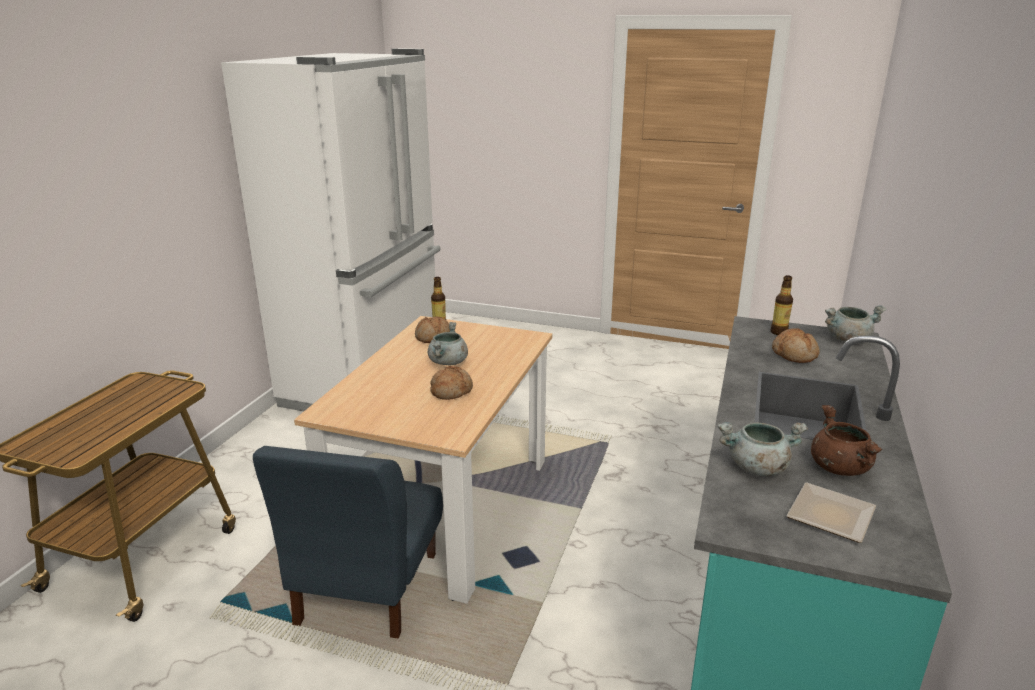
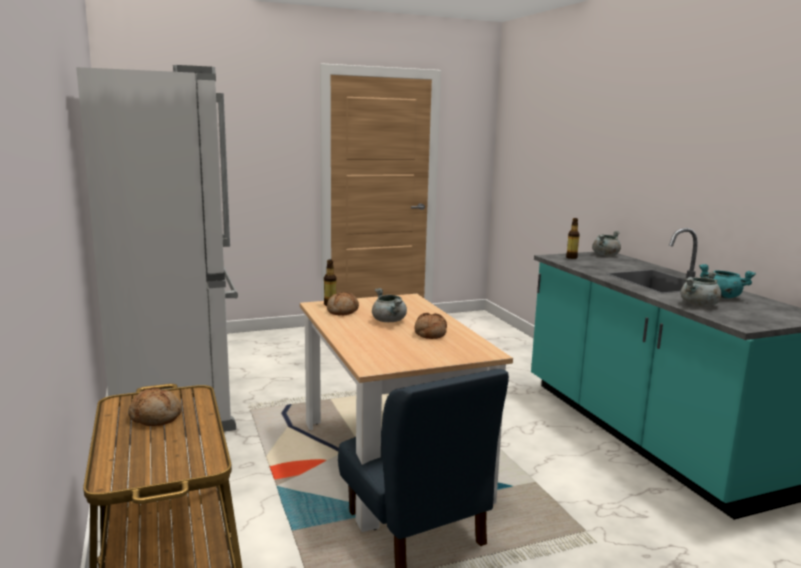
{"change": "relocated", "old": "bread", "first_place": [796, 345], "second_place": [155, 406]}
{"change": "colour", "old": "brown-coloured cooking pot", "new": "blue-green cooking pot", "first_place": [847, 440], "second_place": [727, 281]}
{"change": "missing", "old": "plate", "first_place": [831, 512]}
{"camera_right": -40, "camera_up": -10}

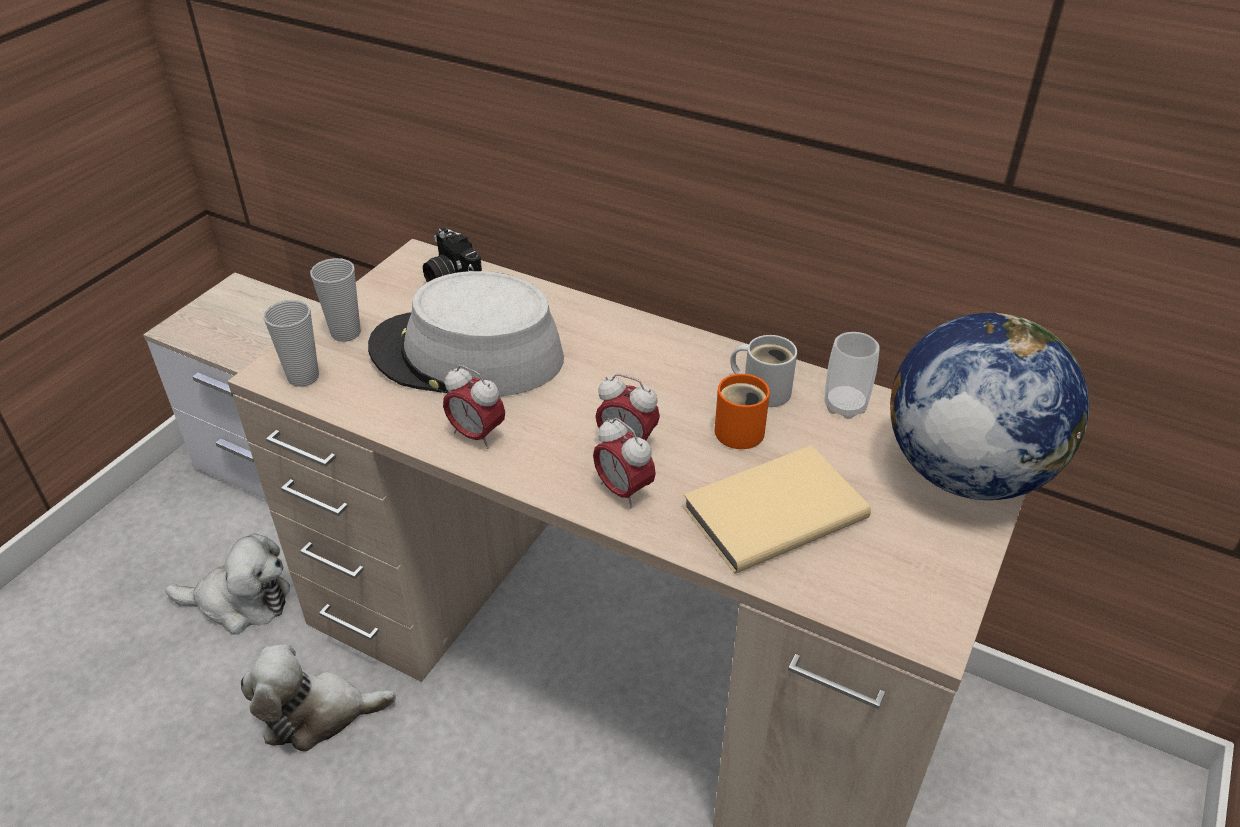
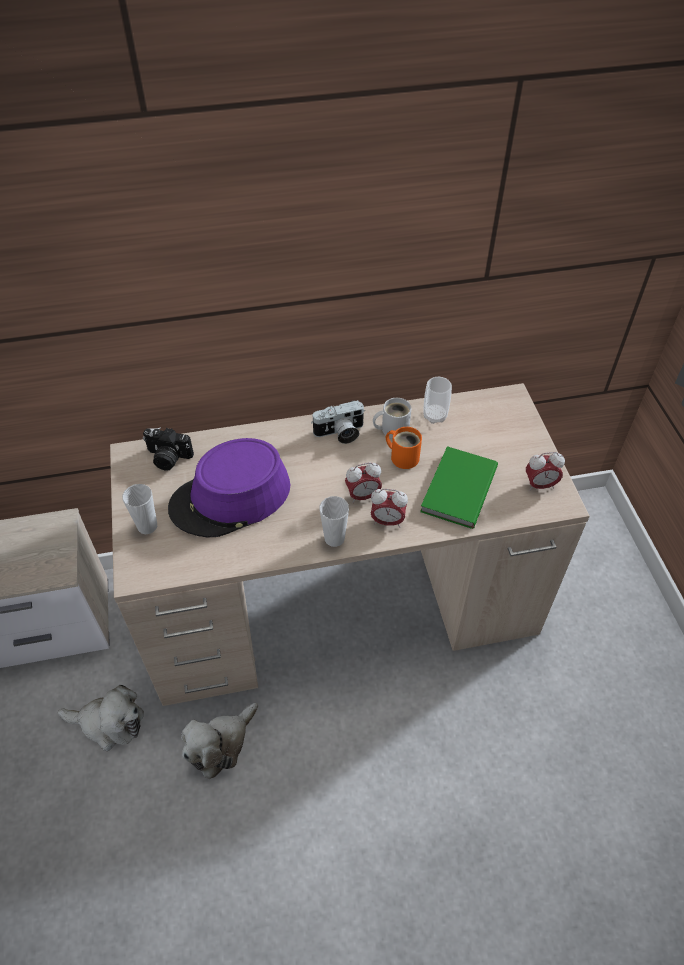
{"change": "colour", "old": "greyish clothing hat", "new": "purple clothing hat", "first_place": [466, 334], "second_place": [229, 488]}
{"change": "relocated", "old": "drinking cup", "first_place": [291, 343], "second_place": [334, 521]}
{"change": "missing", "old": "world globe", "first_place": [989, 406]}
{"change": "relocated", "old": "table clock", "first_place": [474, 407], "second_place": [545, 471]}
{"change": "colour", "old": "beige-coloured book", "new": "greenish book", "first_place": [777, 509], "second_place": [459, 487]}
{"change": "spun", "old": "plush toy", "first_place": [227, 584], "second_place": [101, 718], "degrees": 45}
{"change": "appeared", "new": "still camera", "second_place": [337, 422]}
{"camera_right": -40, "camera_up": 10}

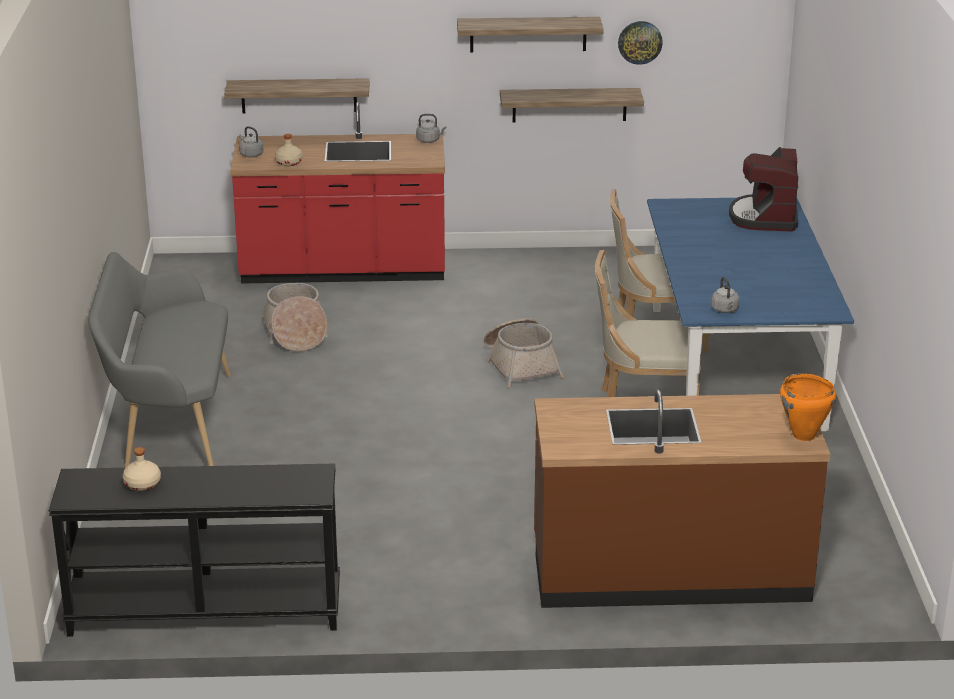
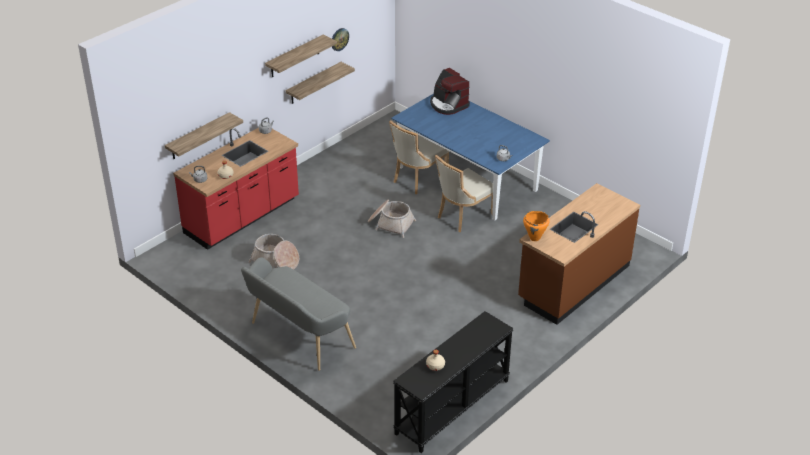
{"change": "relocated", "old": "orange cooking pot", "first_place": [808, 407], "second_place": [536, 226]}
{"camera_right": -45, "camera_up": 10}

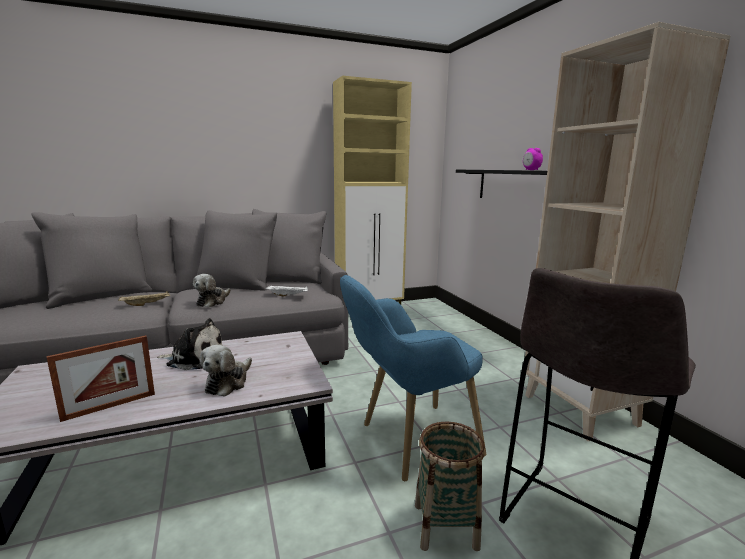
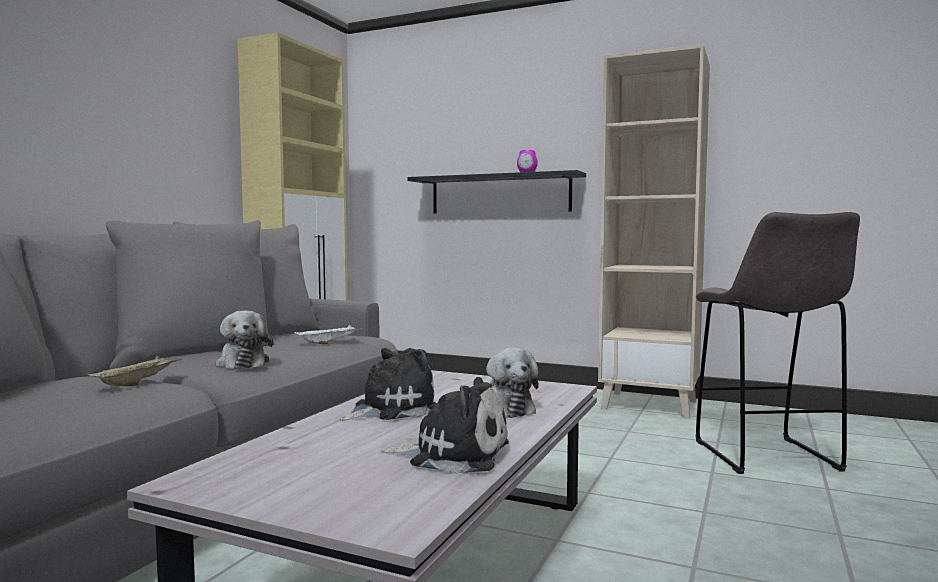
{"change": "missing", "old": "blue-coloured lounge chair", "first_place": [413, 378]}
{"change": "exchanged", "old": "photo frame", "new": "plush toy", "first_place": [101, 378], "second_place": [445, 425]}
{"change": "missing", "old": "storage basket", "first_place": [450, 486]}
{"camera_right": -45, "camera_up": -10}

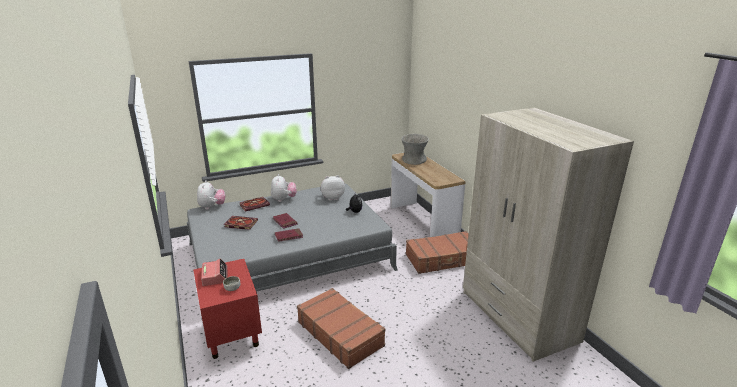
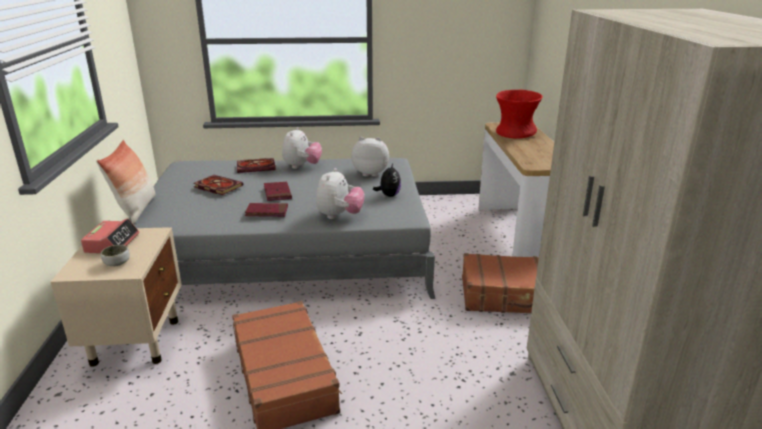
{"change": "colour", "old": "greyish flower vase", "new": "red flower vase", "first_place": [415, 149], "second_place": [519, 114]}
{"change": "relocated", "old": "plush toy", "first_place": [211, 195], "second_place": [340, 193]}
{"change": "colour", "old": "red nightstand", "new": "beige-coloured nightstand", "first_place": [227, 309], "second_place": [116, 297]}
{"change": "appeared", "new": "throw pillow", "second_place": [126, 182]}
{"camera_right": 20, "camera_up": 0}

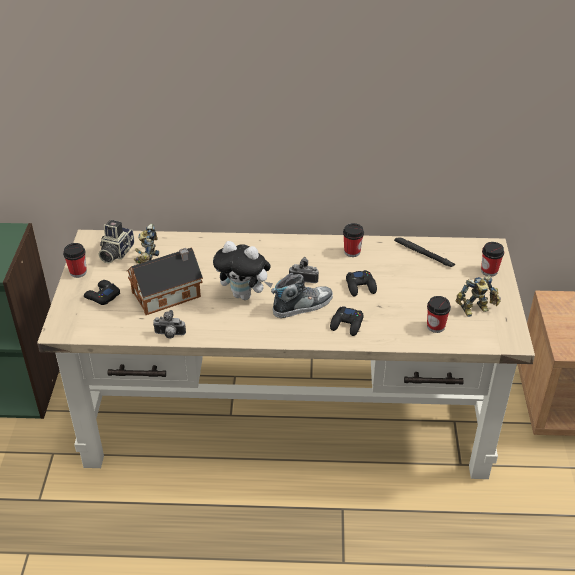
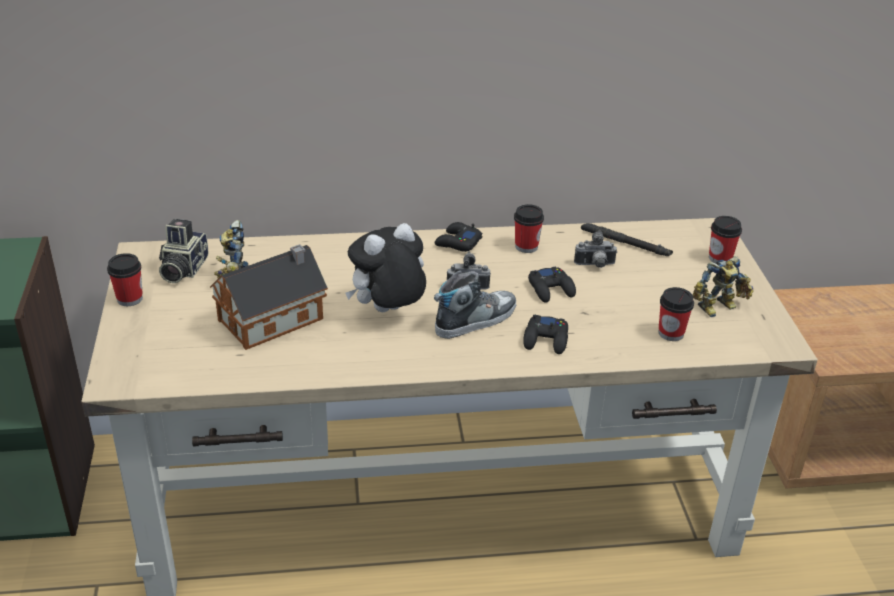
{"change": "spun", "old": "plush toy", "first_place": [243, 270], "second_place": [385, 267], "degrees": 135}
{"change": "relocated", "old": "black joypad", "first_place": [102, 292], "second_place": [458, 237]}
{"change": "relocated", "old": "still camera", "first_place": [169, 324], "second_place": [595, 249]}
{"camera_right": -10, "camera_up": -5}

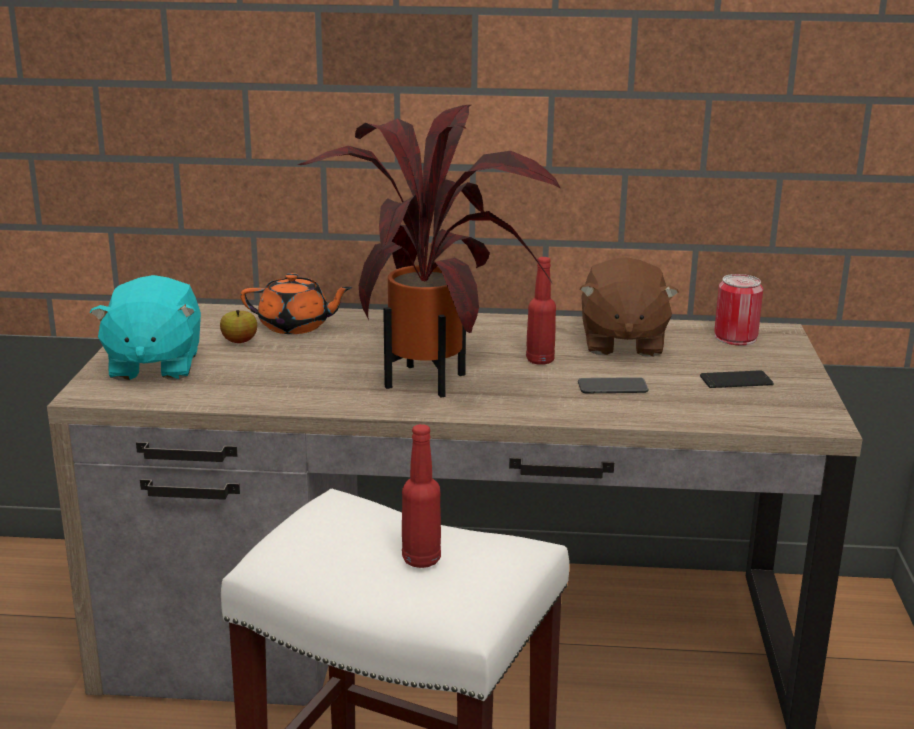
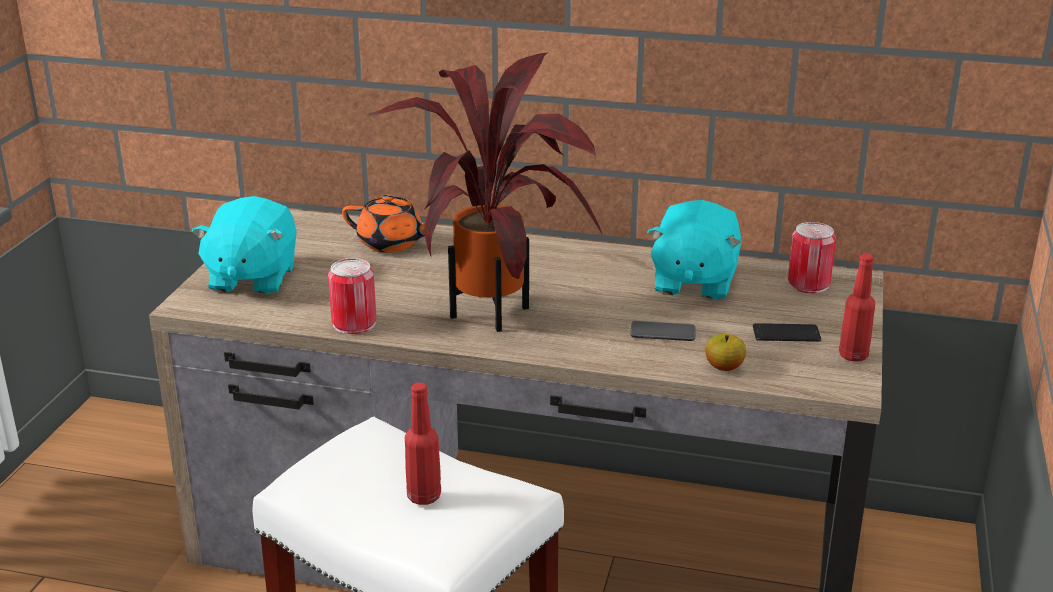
{"change": "relocated", "old": "red drink bottle", "first_place": [541, 311], "second_place": [857, 308]}
{"change": "colour", "old": "brown-coloured plush toy", "new": "blue-green plush toy", "first_place": [629, 307], "second_place": [694, 250]}
{"change": "relocated", "old": "whole apple", "first_place": [238, 326], "second_place": [726, 352]}
{"change": "appeared", "new": "can", "second_place": [352, 296]}
{"camera_right": 10, "camera_up": 5}

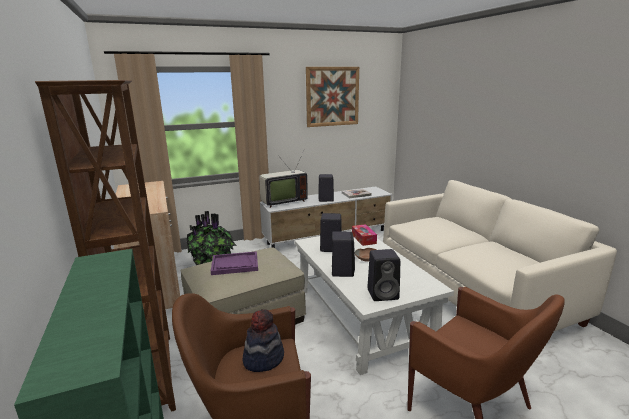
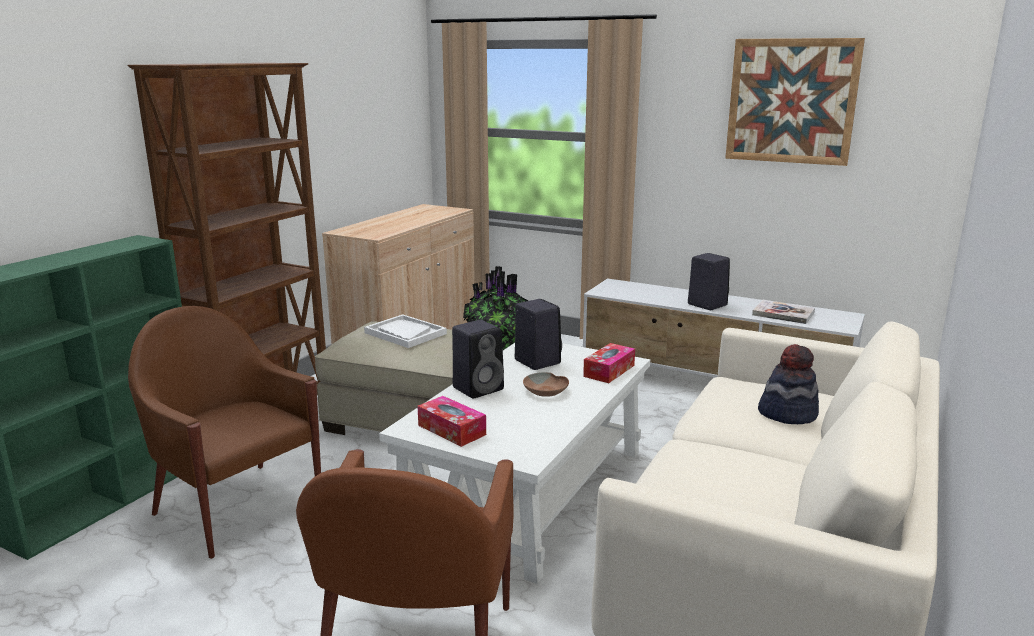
{"change": "missing", "old": "television", "first_place": [283, 180]}
{"change": "exchanged", "old": "black speaker", "new": "box of tissues", "first_place": [383, 275], "second_place": [451, 421]}
{"change": "colour", "old": "purple carrying tray", "new": "white-coloured carrying tray", "first_place": [234, 263], "second_place": [405, 331]}
{"change": "relocated", "old": "clothing hat", "first_place": [263, 340], "second_place": [788, 384]}
{"camera_right": 50, "camera_up": 0}

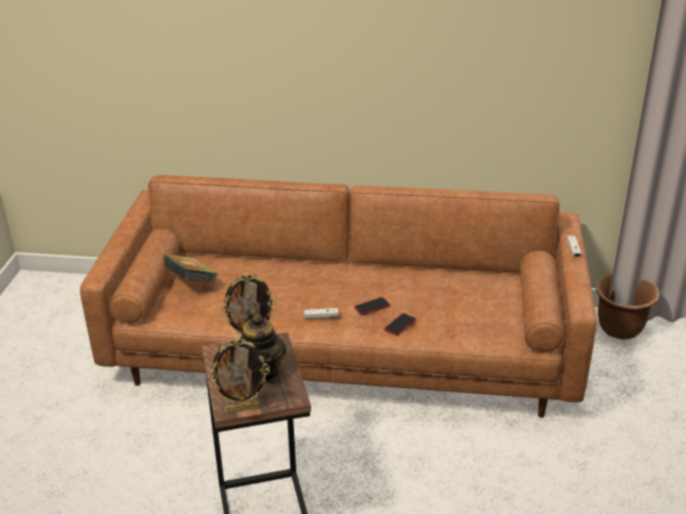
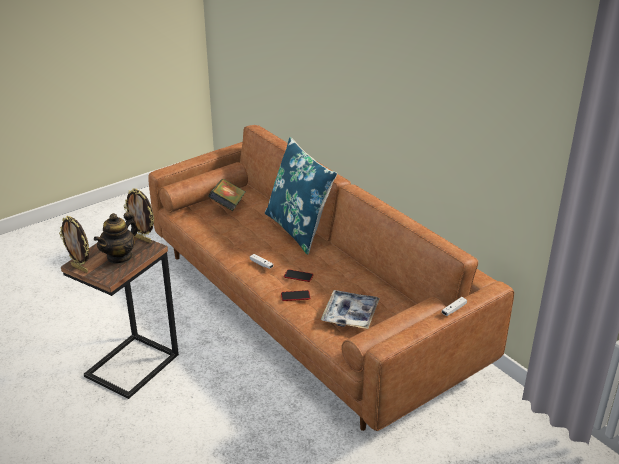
{"change": "missing", "old": "brown-coloured planter", "first_place": [628, 306]}
{"change": "appeared", "new": "blue-coloured throw pillow", "second_place": [301, 196]}
{"change": "appeared", "new": "carrying tray", "second_place": [350, 309]}
{"camera_right": 45, "camera_up": 0}

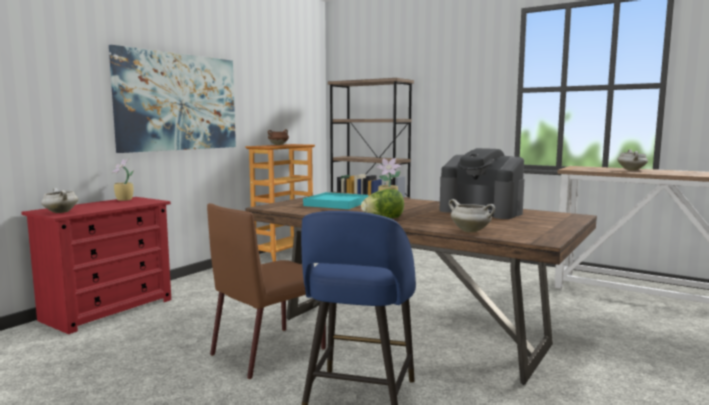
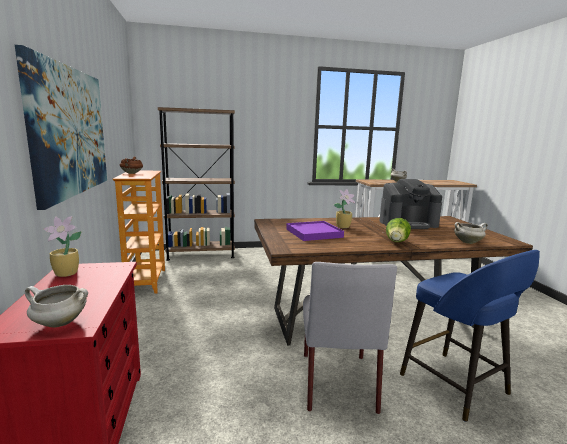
{"change": "colour", "old": "blue-green carrying tray", "new": "purple carrying tray", "first_place": [335, 200], "second_place": [315, 231]}
{"change": "colour", "old": "brown-coloured upright chair", "new": "greyish upright chair", "first_place": [266, 291], "second_place": [350, 338]}
{"camera_right": -45, "camera_up": 5}

